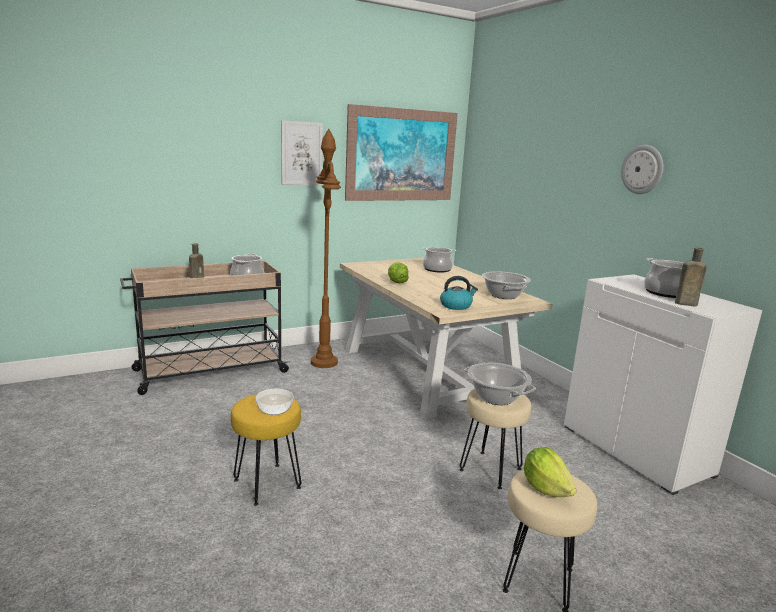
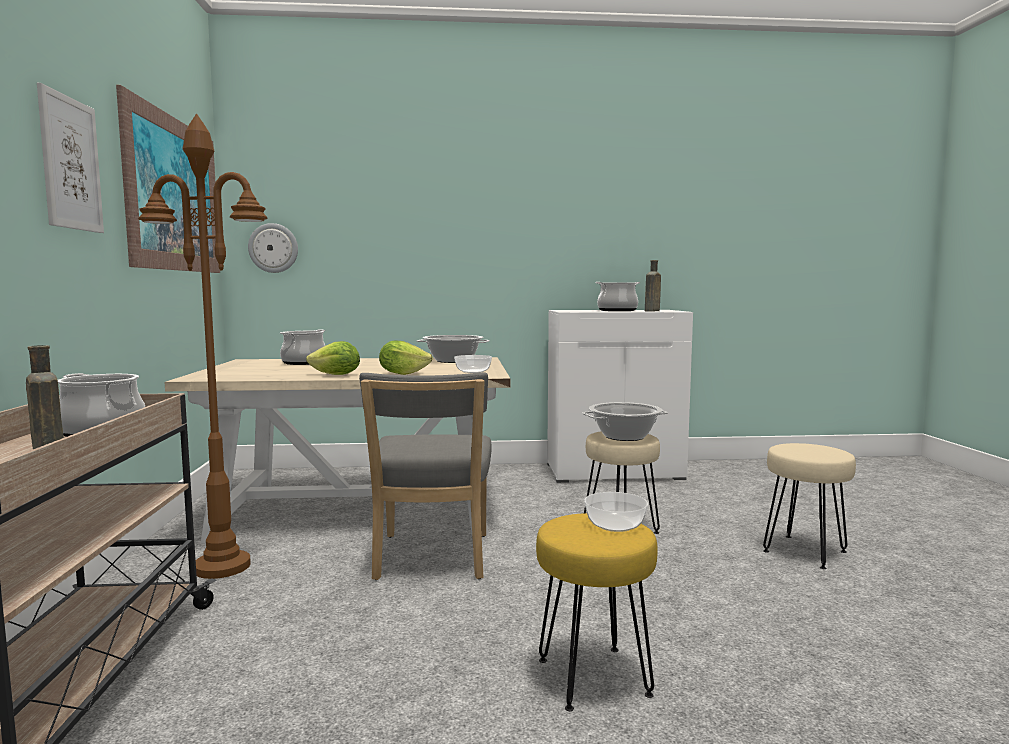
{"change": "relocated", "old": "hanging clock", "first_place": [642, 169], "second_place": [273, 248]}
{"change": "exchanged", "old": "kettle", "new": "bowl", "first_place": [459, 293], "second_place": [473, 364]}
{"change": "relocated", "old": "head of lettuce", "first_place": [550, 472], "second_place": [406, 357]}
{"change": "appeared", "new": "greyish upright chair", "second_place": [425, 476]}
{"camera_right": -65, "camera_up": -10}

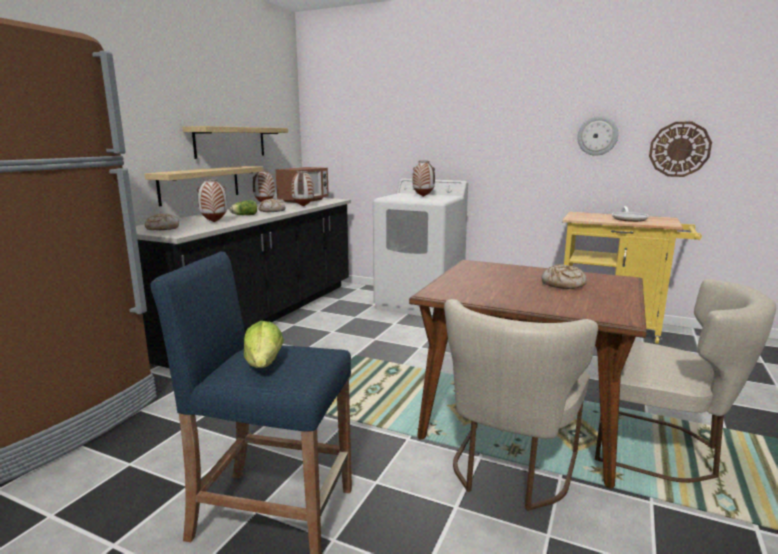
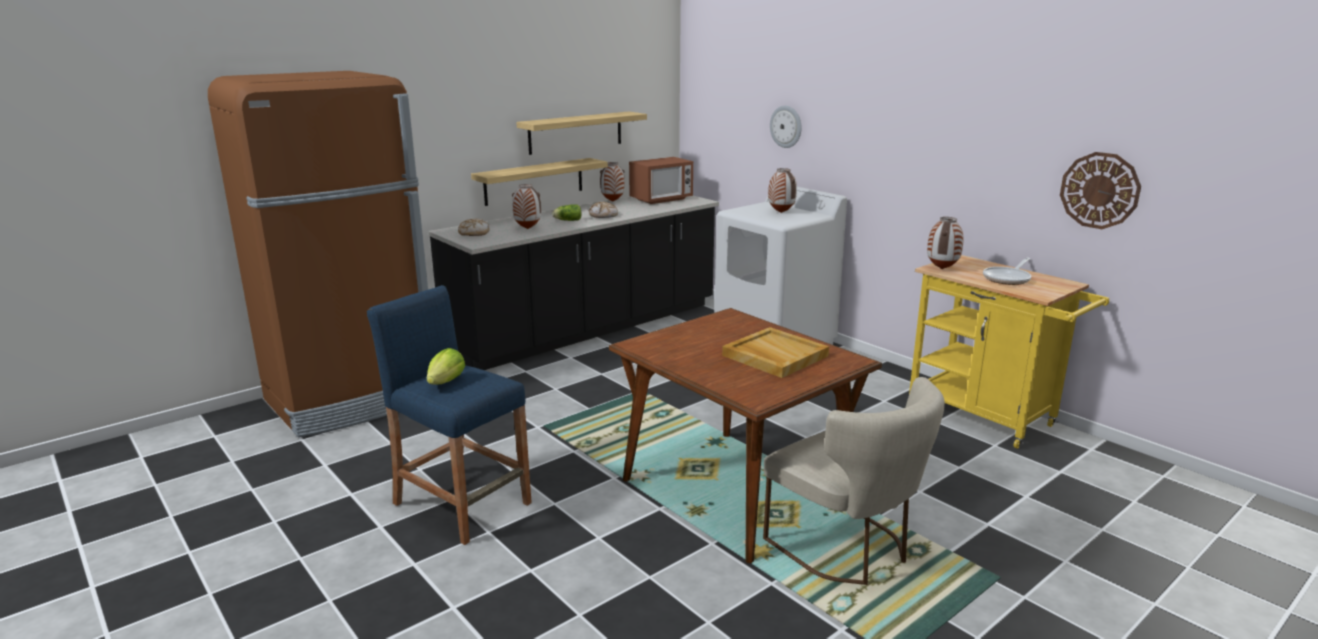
{"change": "relocated", "old": "hanging clock", "first_place": [597, 136], "second_place": [786, 127]}
{"change": "relocated", "old": "flower vase", "first_place": [302, 189], "second_place": [945, 243]}
{"change": "exchanged", "old": "bread", "new": "beige-coloured carrying tray", "first_place": [564, 276], "second_place": [775, 352]}
{"change": "missing", "old": "beige-coloured upright chair", "first_place": [521, 405]}
{"camera_right": 25, "camera_up": 5}

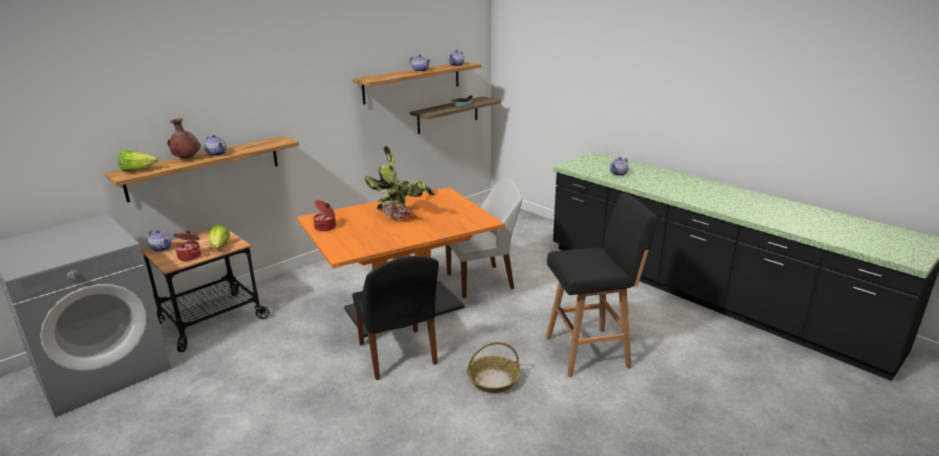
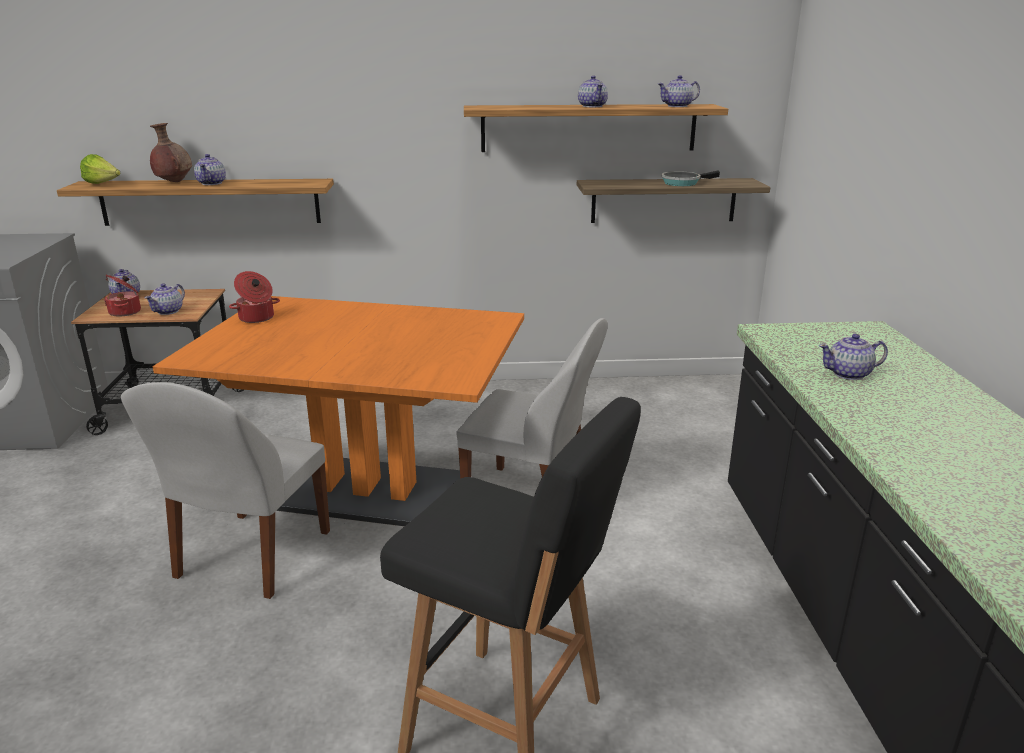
{"change": "missing", "old": "potted plant", "first_place": [399, 183]}
{"change": "exchanged", "old": "head of lettuce", "new": "pot for tea", "first_place": [219, 236], "second_place": [165, 299]}
{"change": "colour", "old": "black upright chair", "new": "white-coloured upright chair", "first_place": [395, 318], "second_place": [225, 490]}
{"change": "missing", "old": "storage basket", "first_place": [493, 367]}
{"camera_right": 40, "camera_up": 0}

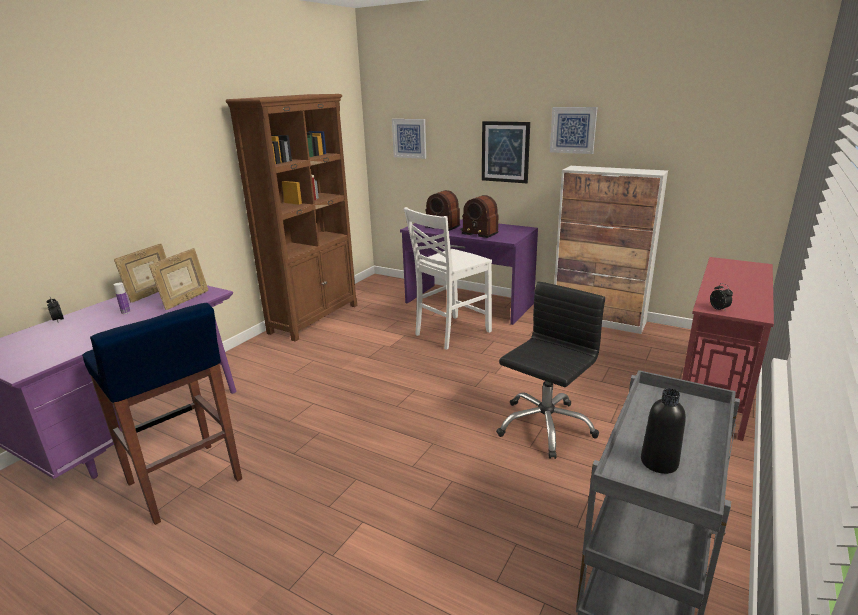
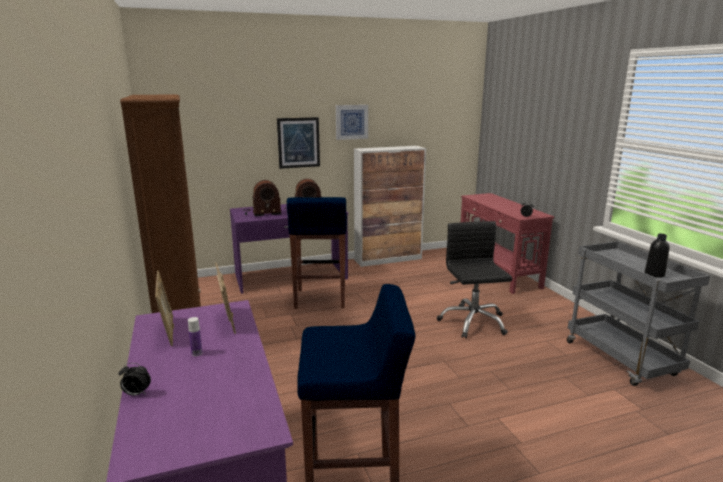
{"change": "missing", "old": "wall picture", "first_place": [409, 139]}
{"change": "exchanged", "old": "white-coloured upright chair", "new": "blue-coloured stool", "first_place": [448, 278], "second_place": [317, 253]}
{"camera_right": -50, "camera_up": -5}

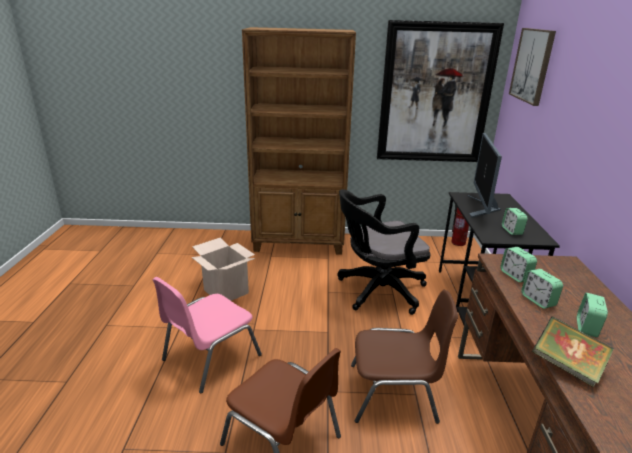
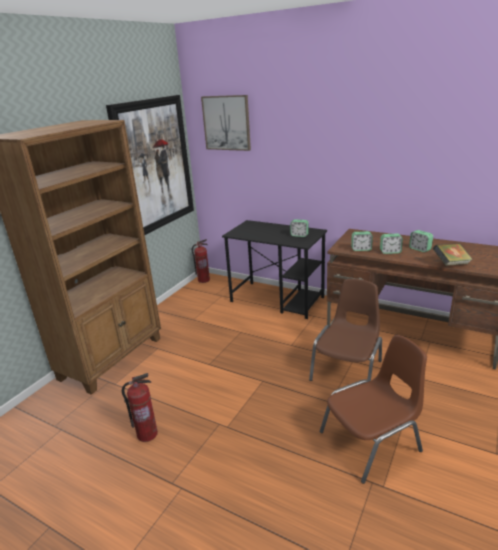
{"change": "missing", "old": "computer display", "first_place": [484, 175]}
{"change": "missing", "old": "black office chair", "first_place": [384, 252]}
{"change": "exchanged", "old": "carton", "new": "fire-fighting cylinder", "first_place": [223, 269], "second_place": [140, 407]}
{"change": "missing", "old": "pinkish upright chair", "first_place": [207, 335]}
{"camera_right": -60, "camera_up": 0}

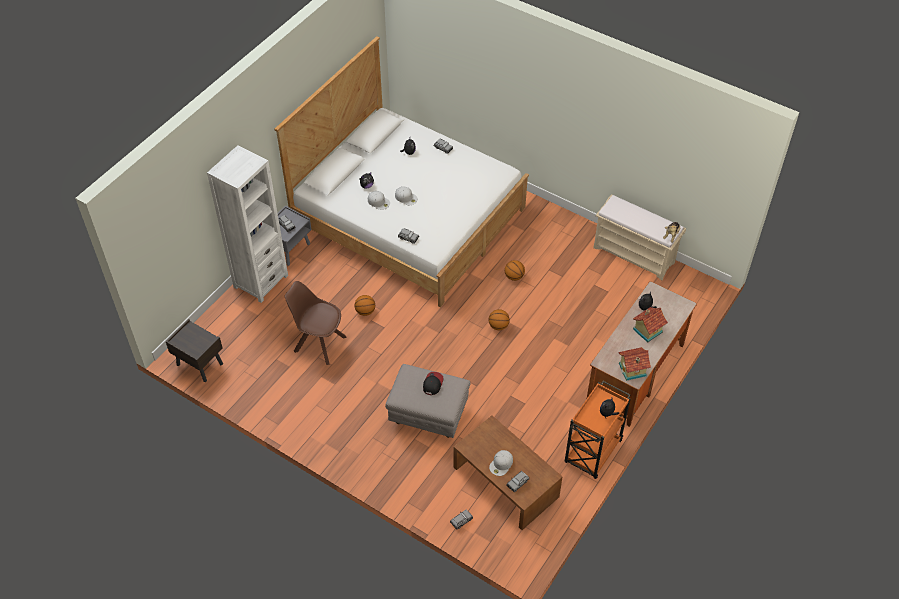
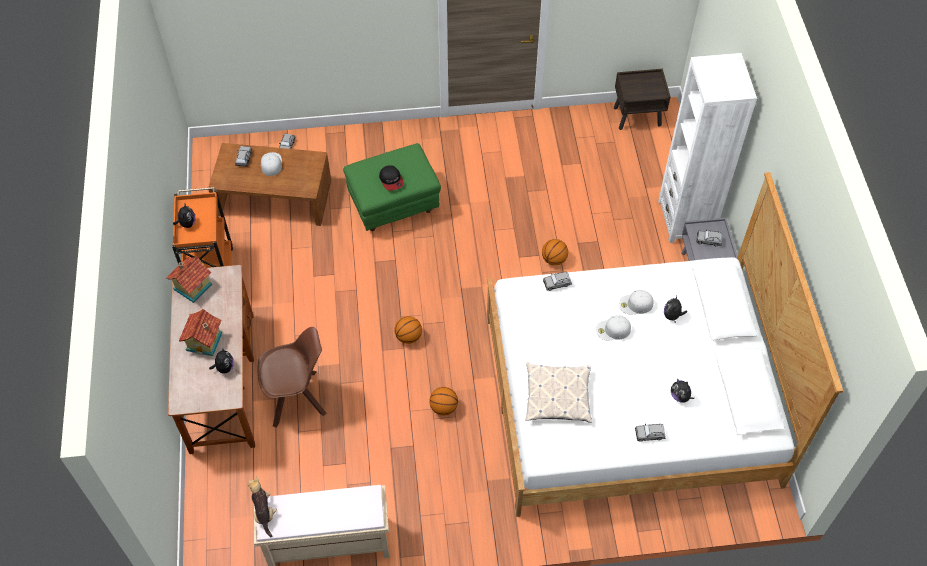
{"change": "relocated", "old": "brown-coloured upright chair", "first_place": [316, 323], "second_place": [292, 377]}
{"change": "colour", "old": "greyish footrest", "new": "greenish footrest", "first_place": [427, 401], "second_place": [392, 187]}
{"change": "appeared", "new": "throw pillow", "second_place": [559, 392]}
{"camera_right": 140, "camera_up": 5}

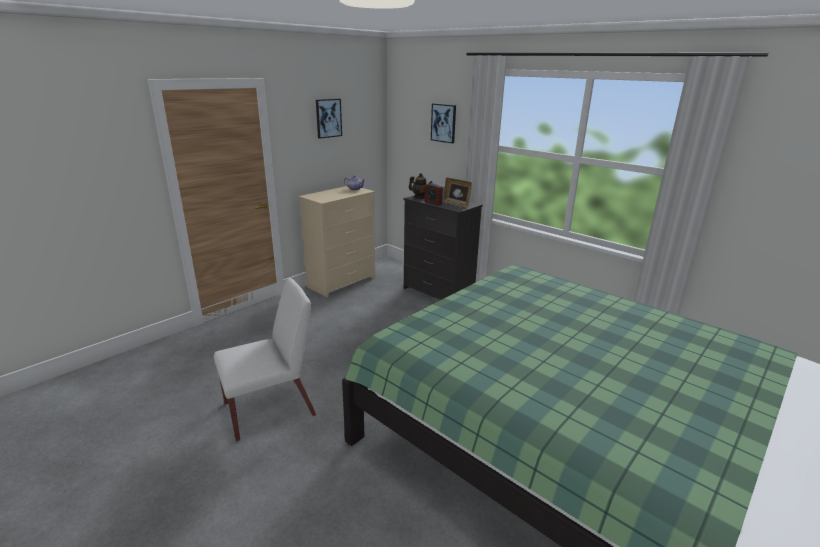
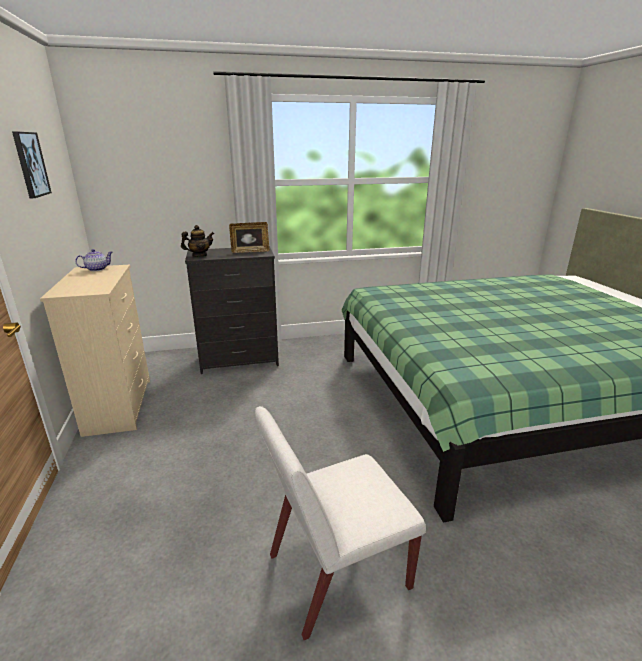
{"change": "missing", "old": "wall picture", "first_place": [443, 123]}
{"change": "missing", "old": "table clock", "first_place": [435, 194]}
{"change": "spun", "old": "white-coloured upright chair", "first_place": [265, 359], "second_place": [340, 523], "degrees": -120}
{"camera_right": -55, "camera_up": 0}

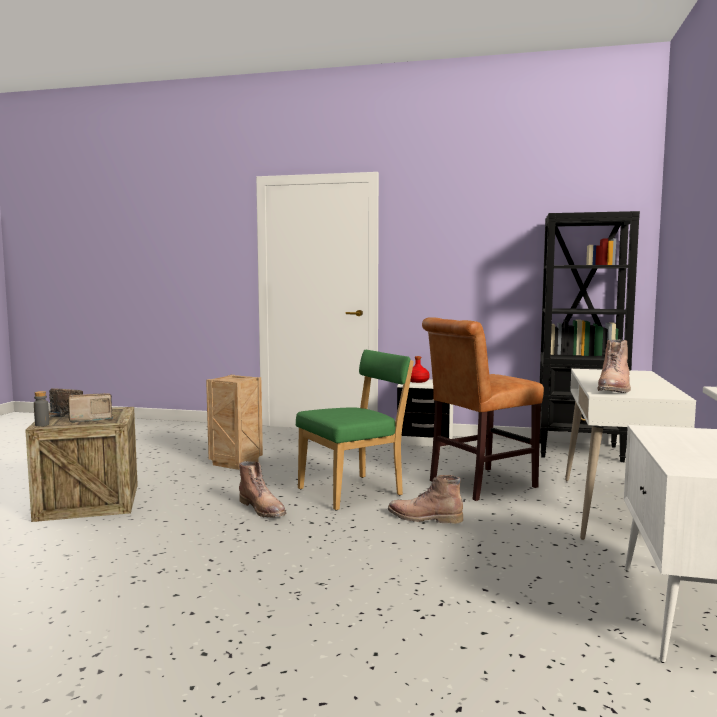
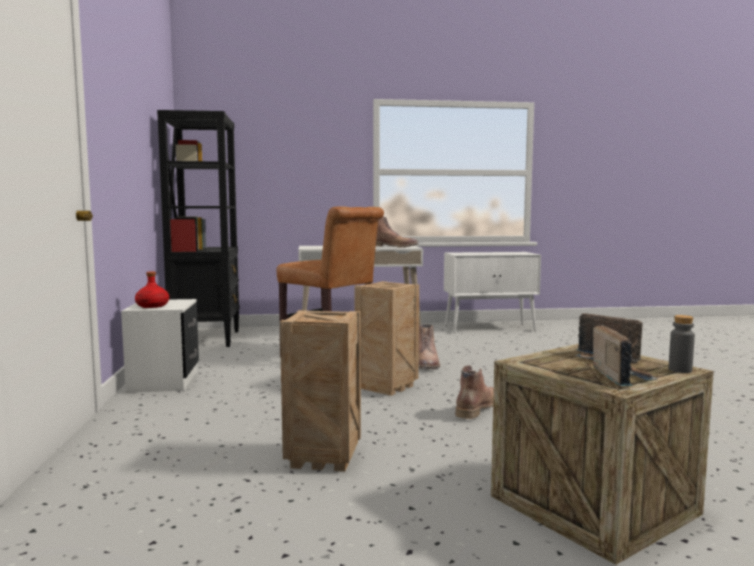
{"change": "exchanged", "old": "greenish upright chair", "new": "crate", "first_place": [355, 430], "second_place": [386, 338]}
{"camera_right": -110, "camera_up": 0}

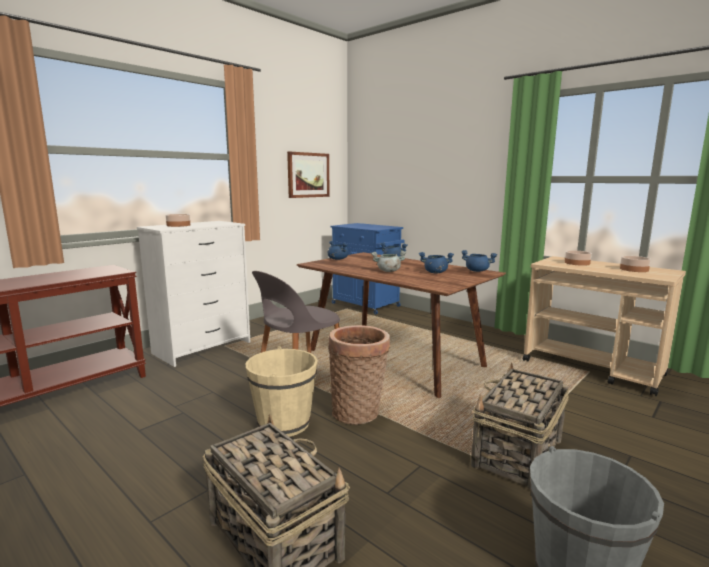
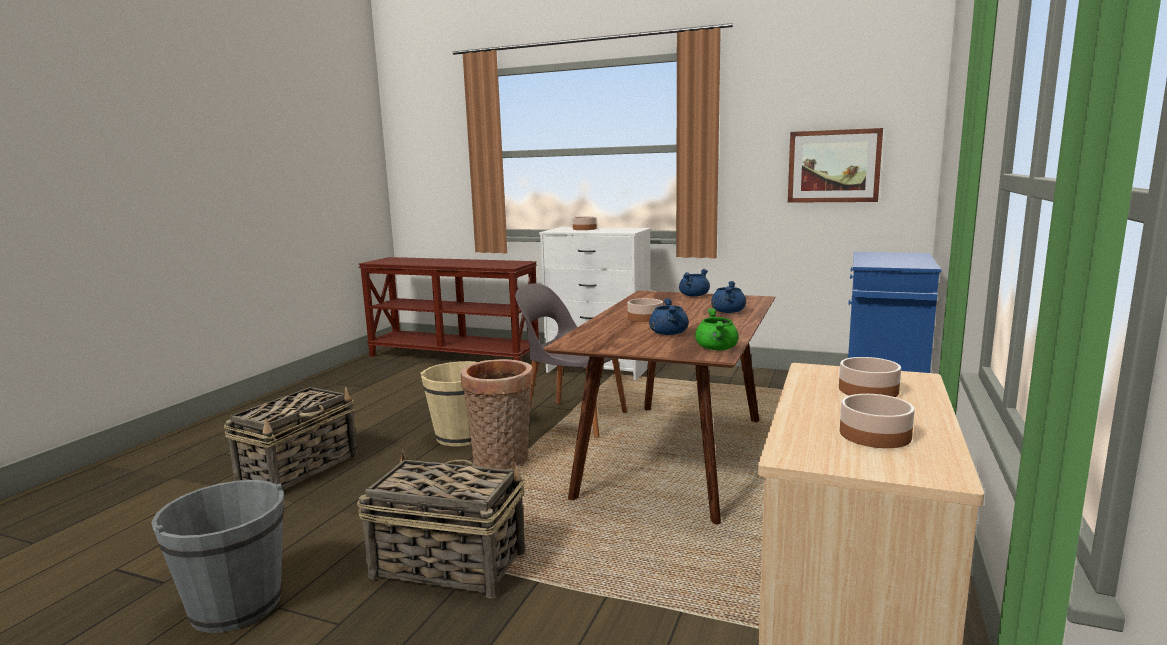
{"change": "colour", "old": "blue-coloured cooking pot", "new": "greenish cooking pot", "first_place": [479, 261], "second_place": [717, 329]}
{"change": "exchanged", "old": "greyish cooking pot", "new": "bowl", "first_place": [388, 261], "second_place": [645, 310]}
{"camera_right": 70, "camera_up": 0}

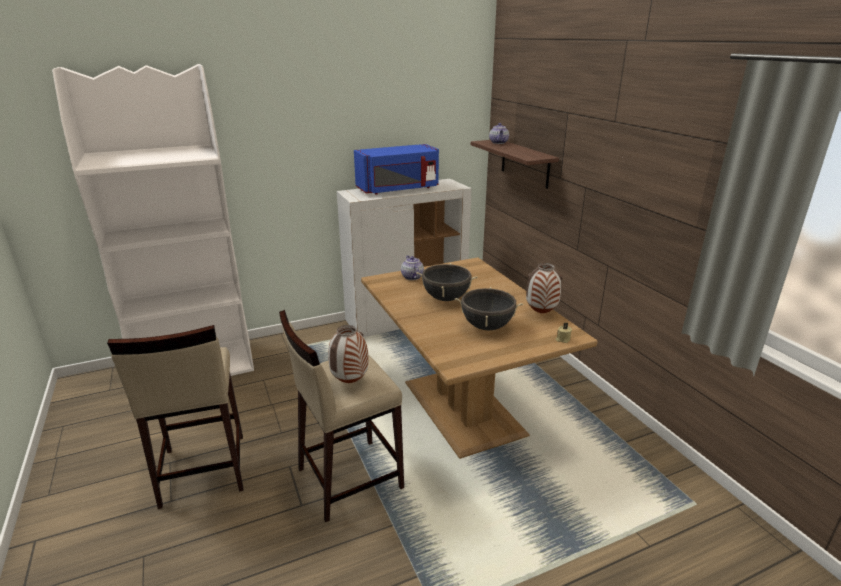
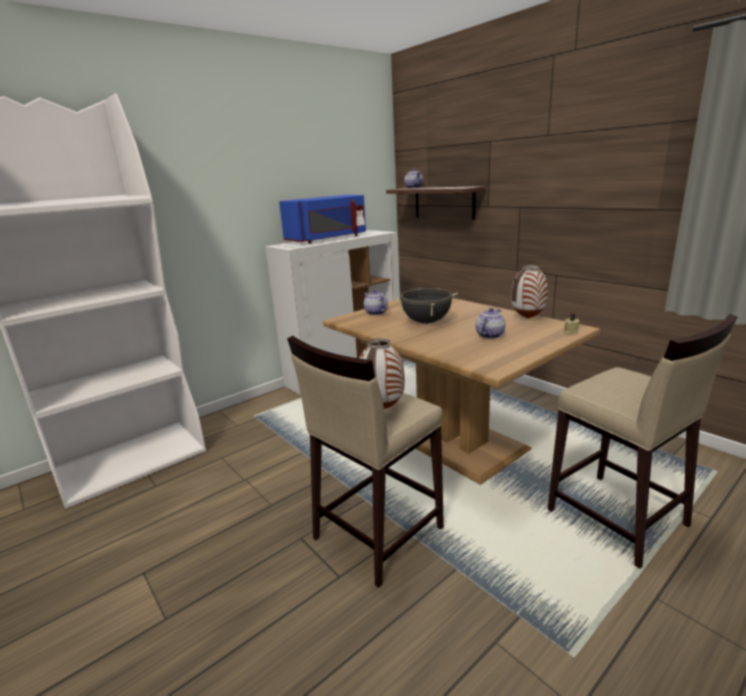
{"change": "exchanged", "old": "black cooking pot", "new": "pot for tea", "first_place": [489, 308], "second_place": [490, 323]}
{"change": "relocated", "old": "beige-coloured stool", "first_place": [175, 417], "second_place": [642, 441]}
{"camera_right": -15, "camera_up": -5}

